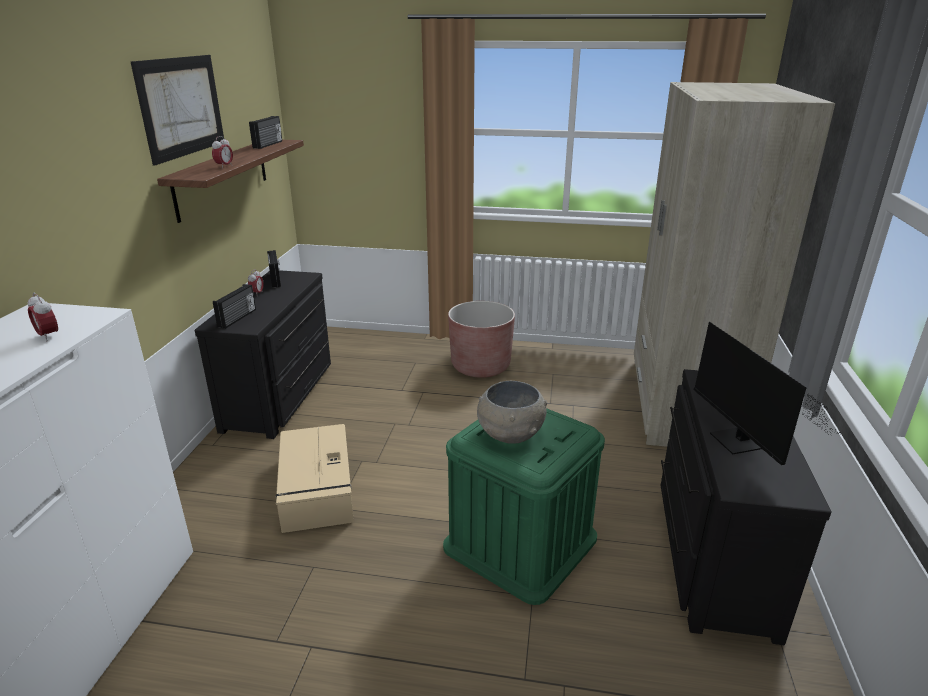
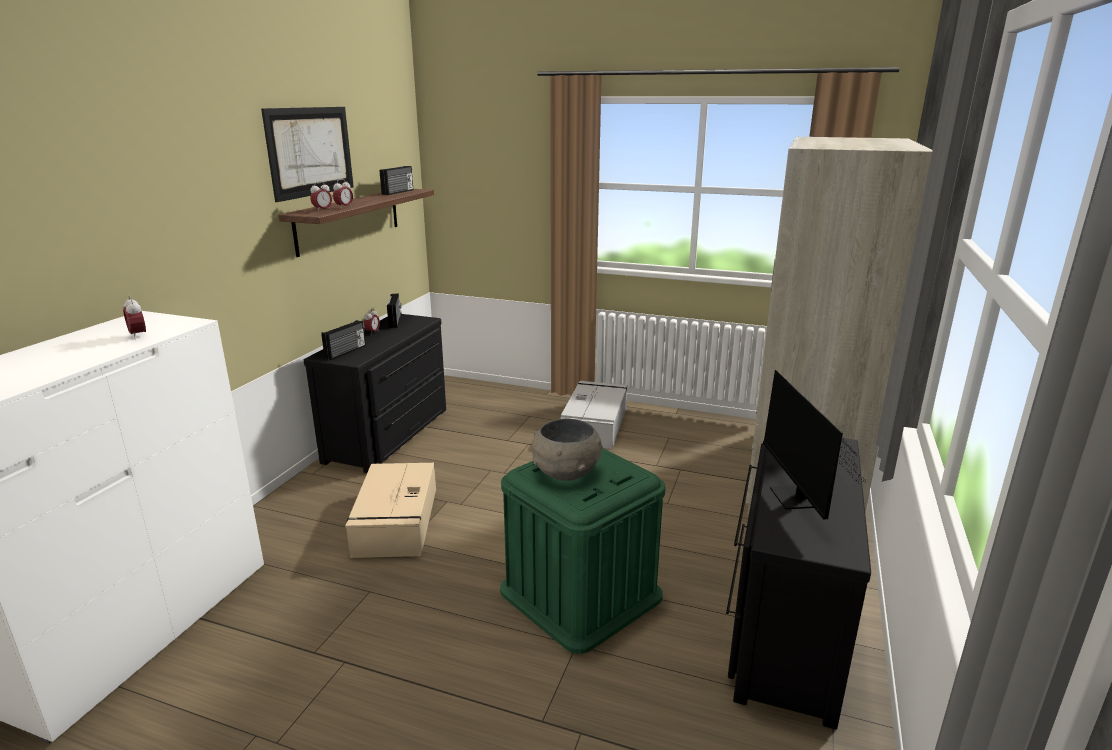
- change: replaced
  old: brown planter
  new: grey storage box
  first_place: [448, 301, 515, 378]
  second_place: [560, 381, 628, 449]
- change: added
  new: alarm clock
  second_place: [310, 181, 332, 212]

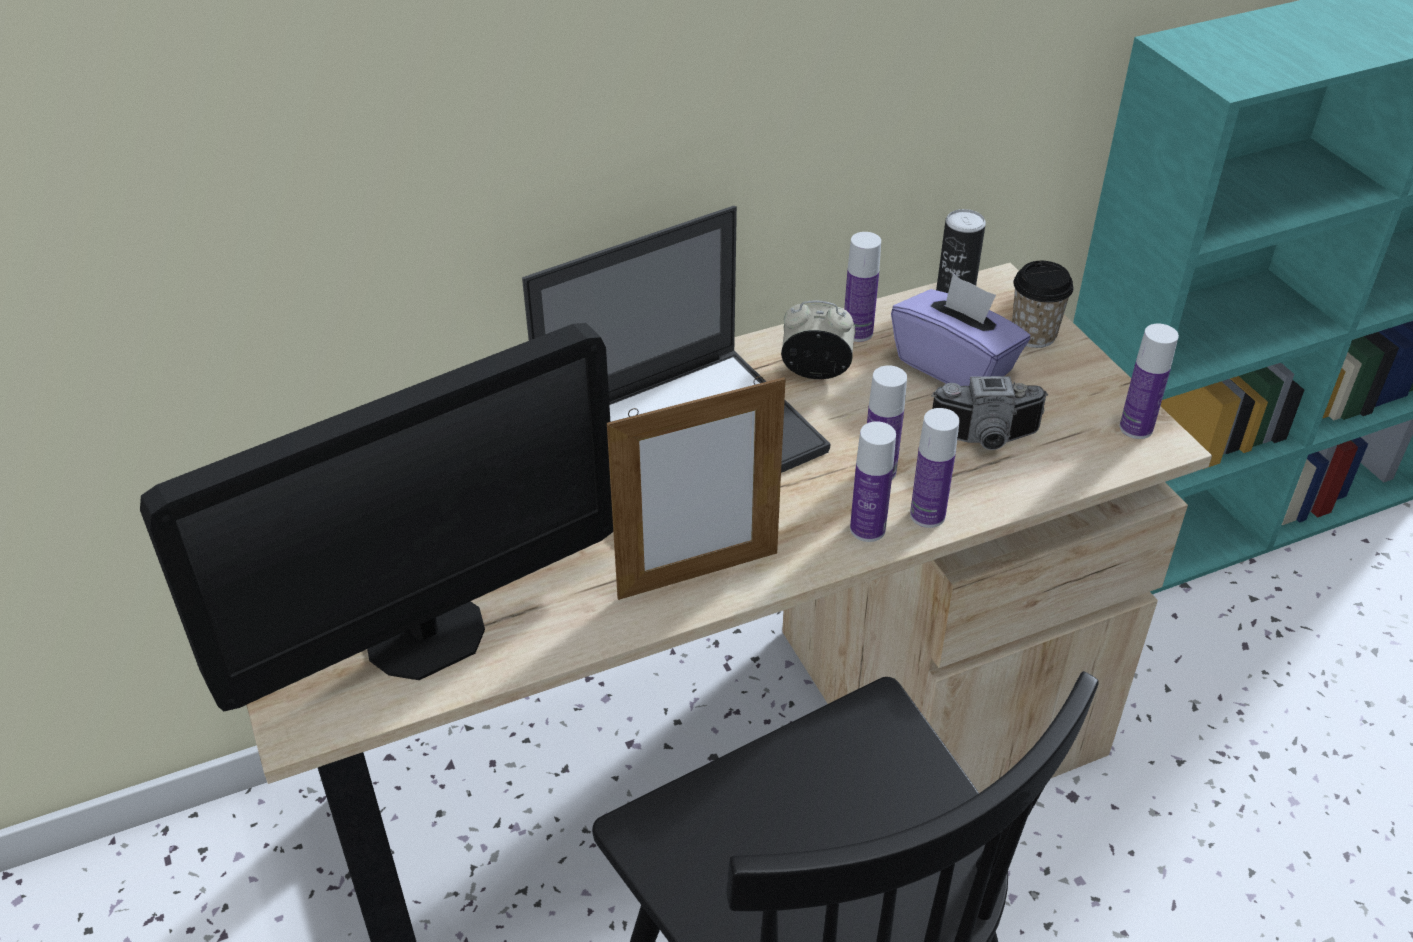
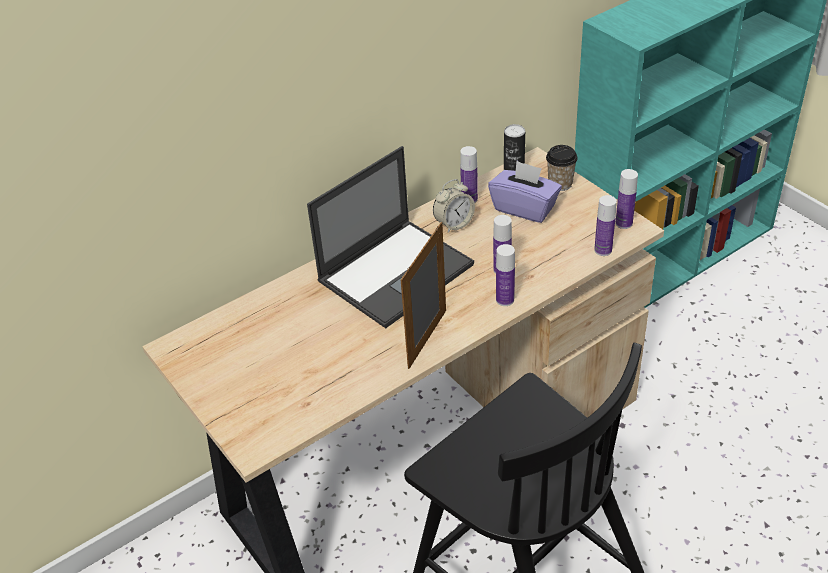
- change: turned
  old: alarm clock
  first_place: [781, 300, 856, 379]
  second_place: [433, 179, 475, 233]
  degrees: 150
- change: removed
  old: monitor
  first_place: [140, 323, 613, 711]
- change: turned
  old: picture frame
  first_place: [607, 376, 786, 600]
  second_place: [401, 222, 446, 369]
  degrees: 150
- change: removed
  old: photo camera
  first_place: [931, 376, 1048, 450]
- change: moved
  old: bottle
  first_place: [910, 408, 960, 528]
  second_place: [594, 195, 617, 256]

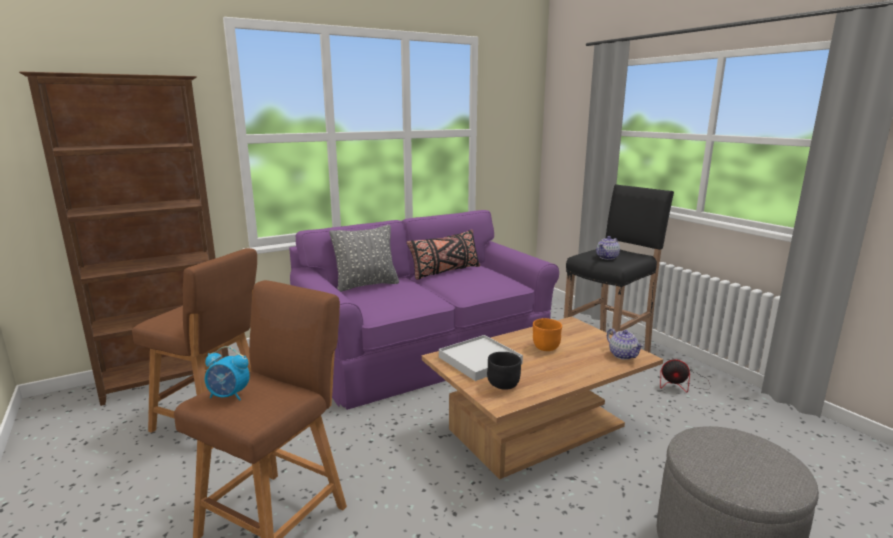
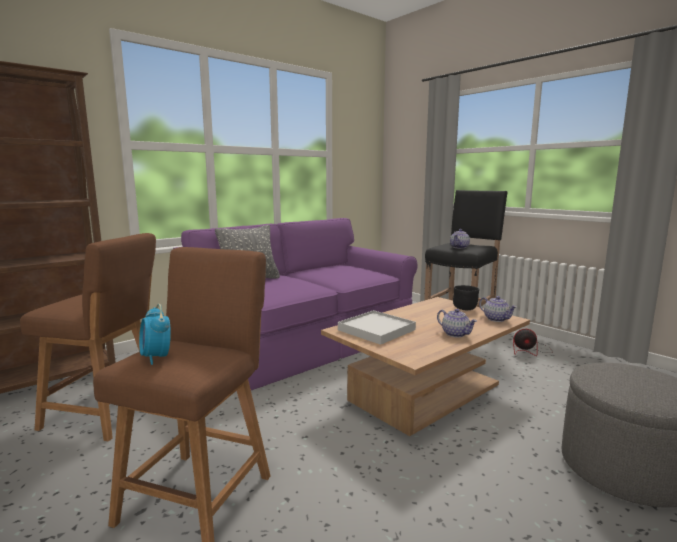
- change: removed
  old: black pillow
  first_place: [407, 229, 480, 280]
- change: removed
  old: orange bowl
  first_place: [533, 318, 562, 351]
- change: turned
  old: alarm clock
  first_place: [205, 346, 250, 401]
  second_place: [139, 304, 171, 365]
  degrees: 60
- change: moved
  old: black bowl
  first_place: [487, 352, 521, 390]
  second_place: [453, 285, 479, 310]
- change: added
  new: teapot
  second_place: [437, 309, 477, 338]

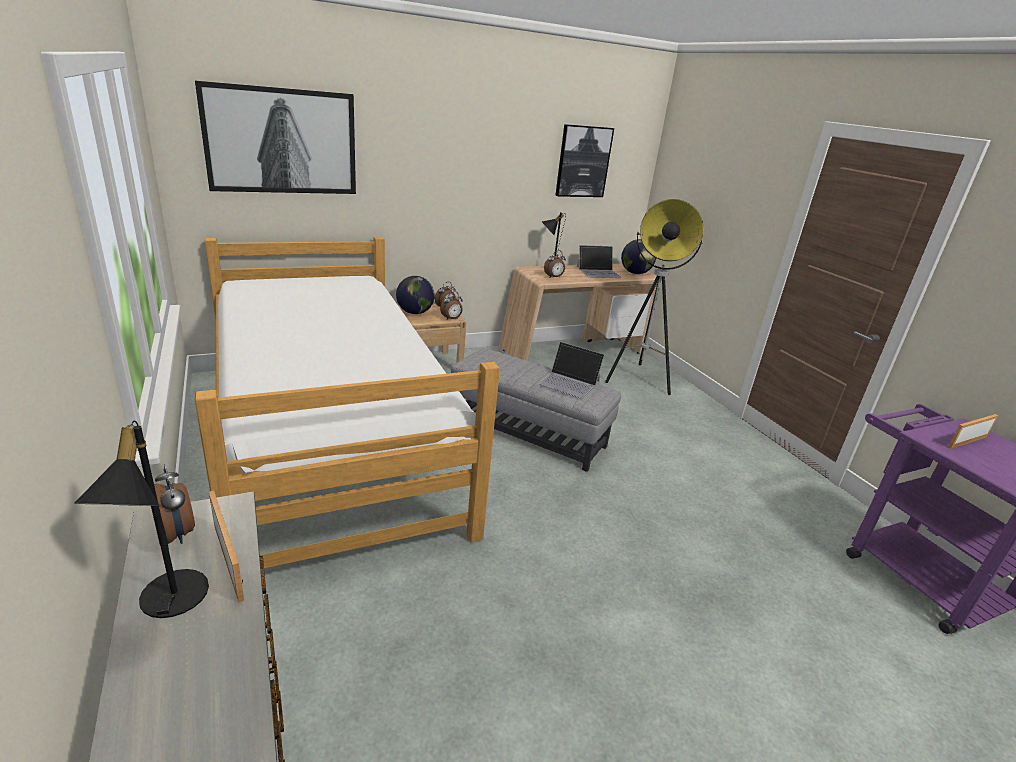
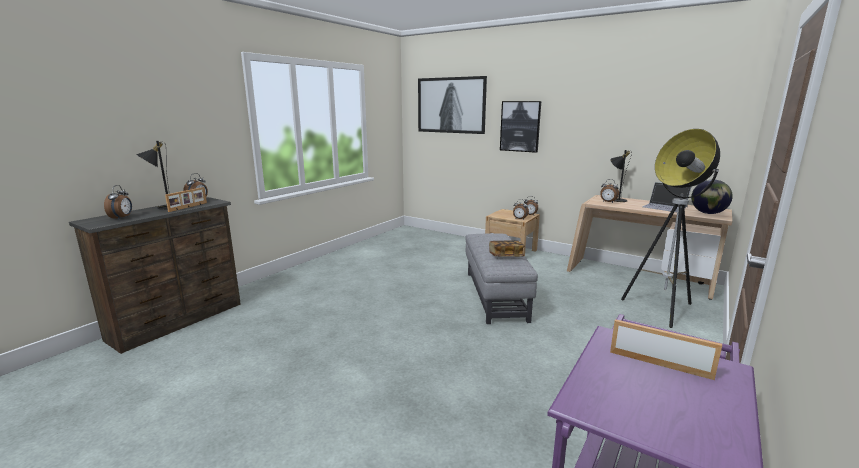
- change: moved
  old: picture
  first_place: [555, 124, 614, 197]
  second_place: [500, 101, 541, 153]
- change: removed
  old: bed
  first_place: [195, 237, 500, 568]
- change: removed
  old: globe
  first_place: [396, 276, 435, 314]
- change: replaced
  old: laptop
  new: book
  first_place: [538, 342, 605, 399]
  second_place: [489, 240, 525, 257]
- change: added
  new: alarm clock
  second_place: [104, 185, 132, 220]

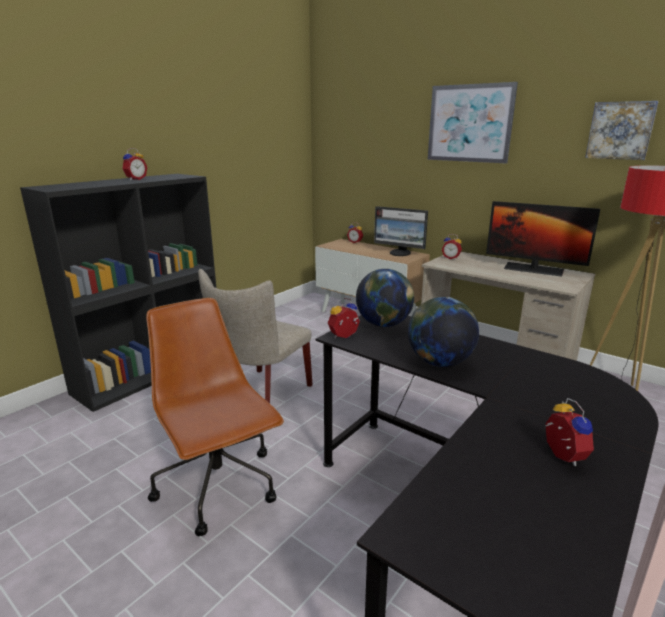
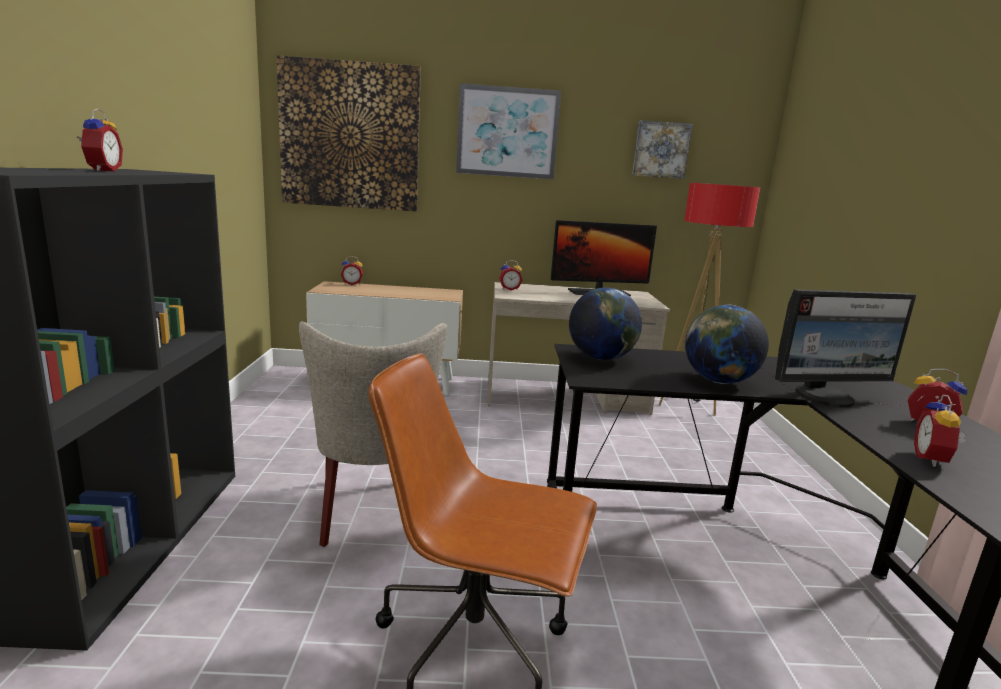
- change: moved
  old: monitor
  first_place: [374, 206, 428, 256]
  second_place: [775, 289, 916, 407]
- change: moved
  old: alarm clock
  first_place: [328, 298, 360, 338]
  second_place: [914, 395, 966, 467]
- change: added
  new: picture
  second_place: [277, 55, 421, 211]

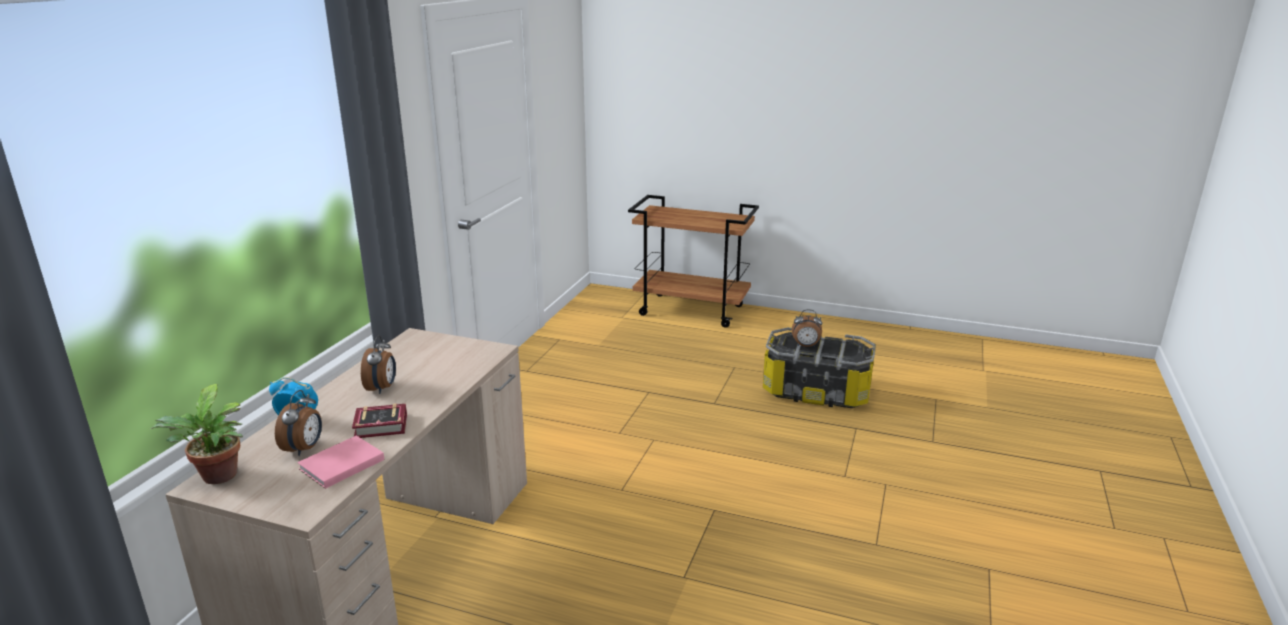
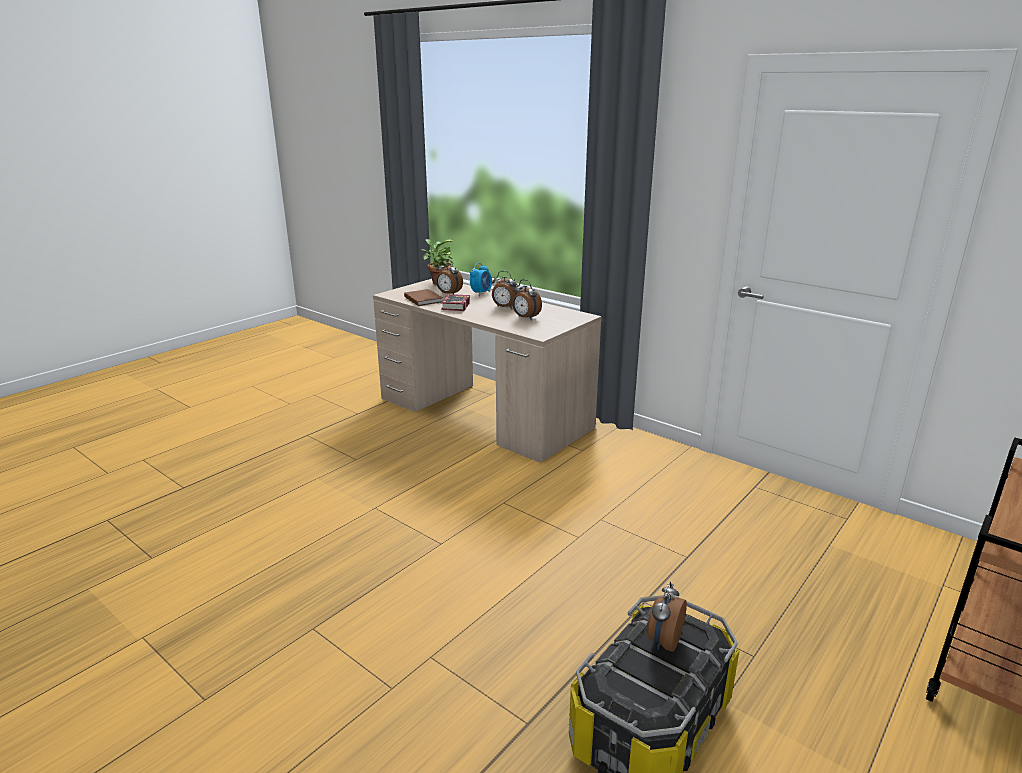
- change: recoloured
  old: pink book
  new: brown book
  first_place: [297, 436, 384, 489]
  second_place: [404, 289, 443, 306]
- change: added
  new: alarm clock
  second_place: [512, 279, 542, 319]

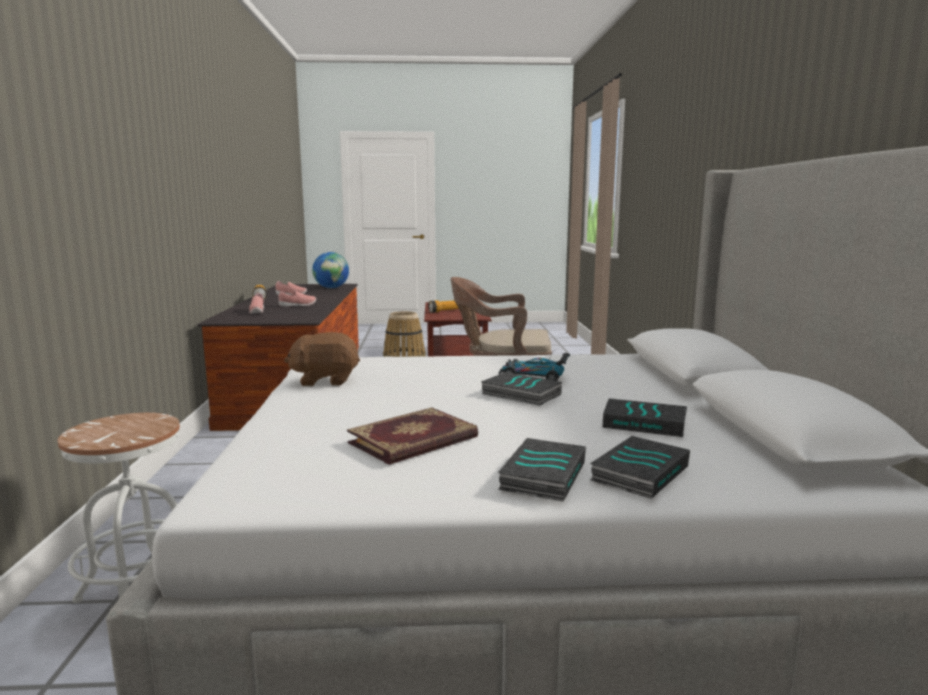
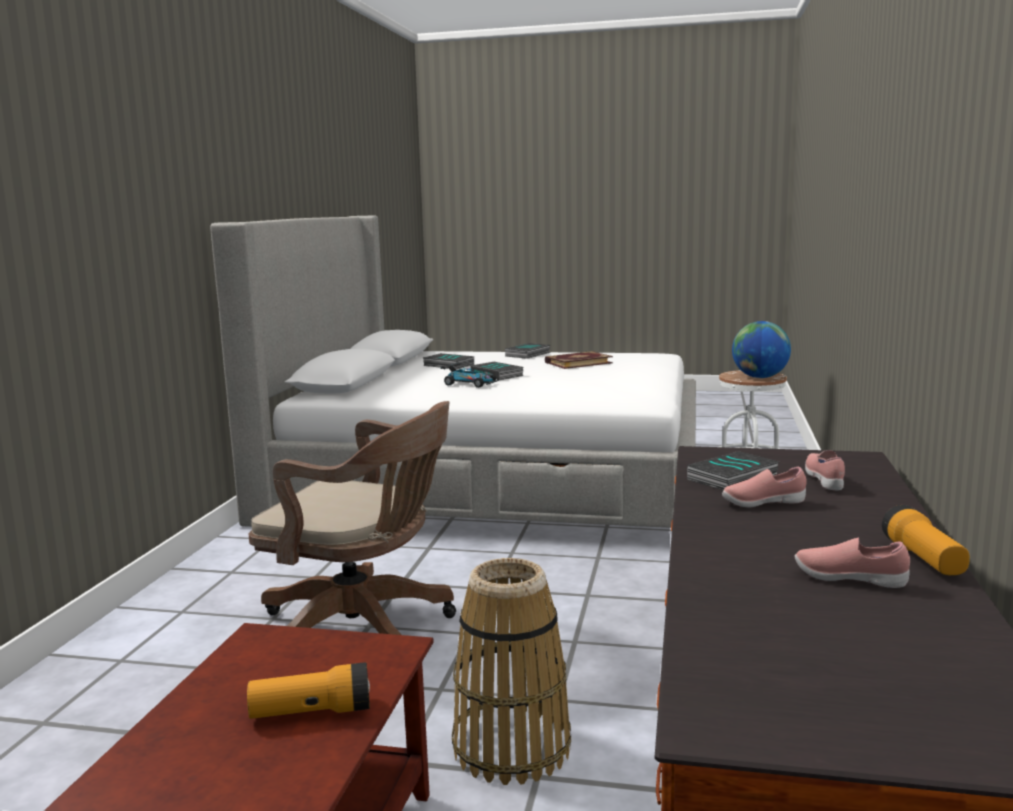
- change: moved
  old: globe
  first_place: [312, 252, 349, 288]
  second_place: [732, 321, 791, 378]
- change: removed
  old: brown plush toy
  first_place: [284, 332, 360, 386]
- change: moved
  old: book
  first_place: [590, 436, 690, 499]
  second_place: [687, 451, 779, 491]

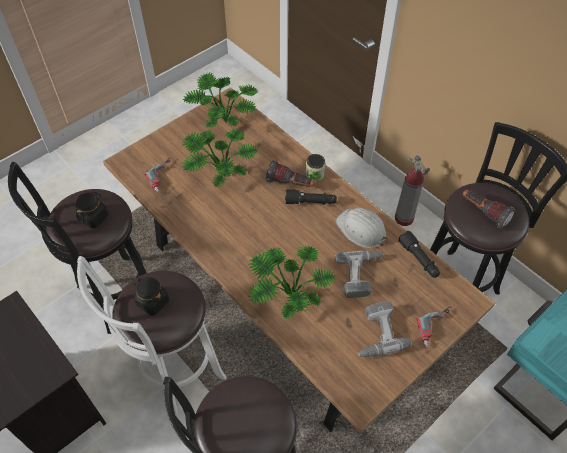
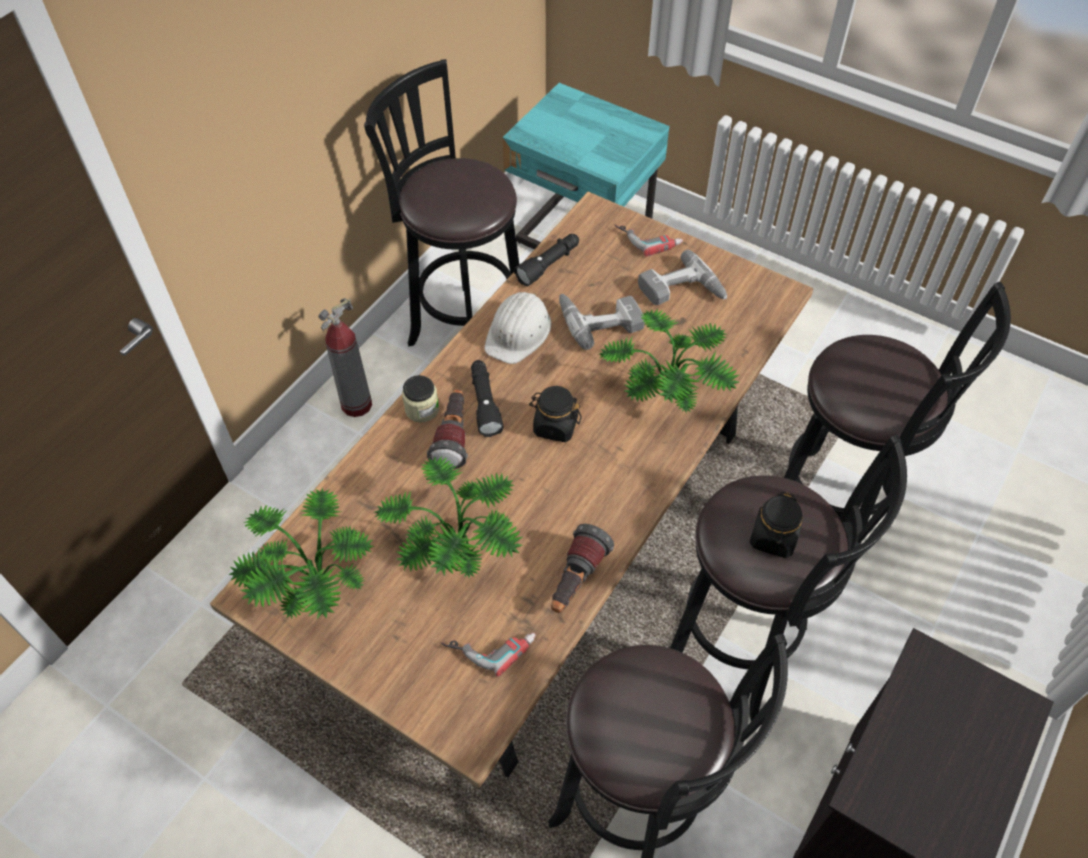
- change: moved
  old: flashlight
  first_place: [462, 190, 515, 229]
  second_place: [551, 524, 614, 613]
- change: moved
  old: black jar
  first_place: [76, 192, 108, 228]
  second_place: [529, 386, 582, 442]
- change: recoloured
  old: white stool
  new: black stool
  first_place: [77, 256, 227, 418]
  second_place: [670, 435, 907, 721]

